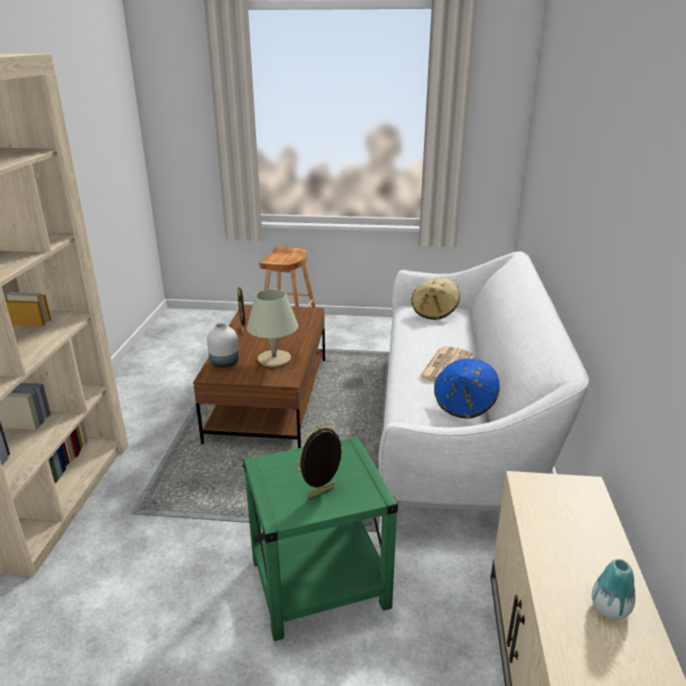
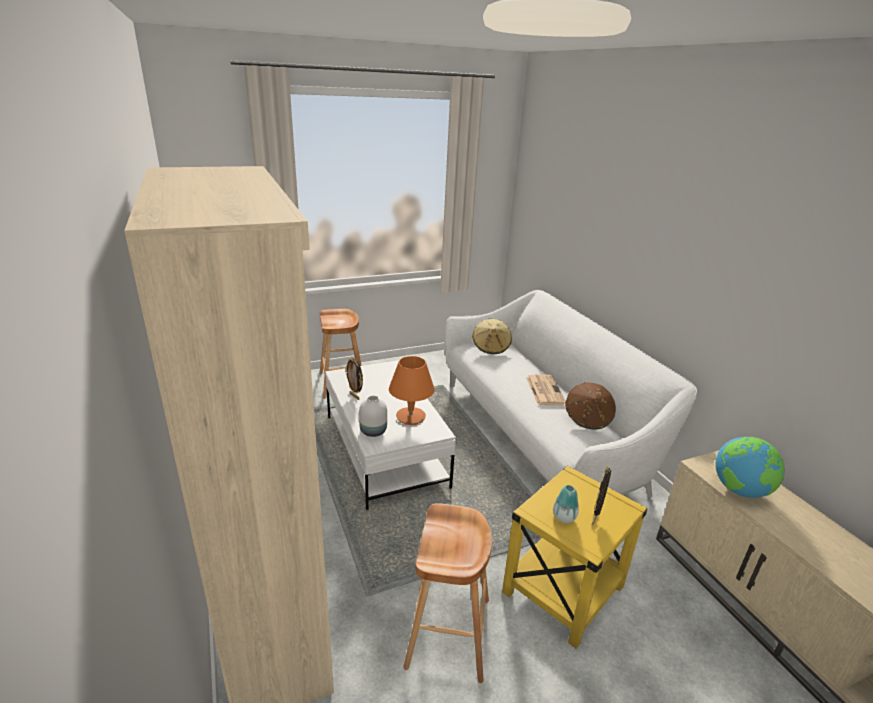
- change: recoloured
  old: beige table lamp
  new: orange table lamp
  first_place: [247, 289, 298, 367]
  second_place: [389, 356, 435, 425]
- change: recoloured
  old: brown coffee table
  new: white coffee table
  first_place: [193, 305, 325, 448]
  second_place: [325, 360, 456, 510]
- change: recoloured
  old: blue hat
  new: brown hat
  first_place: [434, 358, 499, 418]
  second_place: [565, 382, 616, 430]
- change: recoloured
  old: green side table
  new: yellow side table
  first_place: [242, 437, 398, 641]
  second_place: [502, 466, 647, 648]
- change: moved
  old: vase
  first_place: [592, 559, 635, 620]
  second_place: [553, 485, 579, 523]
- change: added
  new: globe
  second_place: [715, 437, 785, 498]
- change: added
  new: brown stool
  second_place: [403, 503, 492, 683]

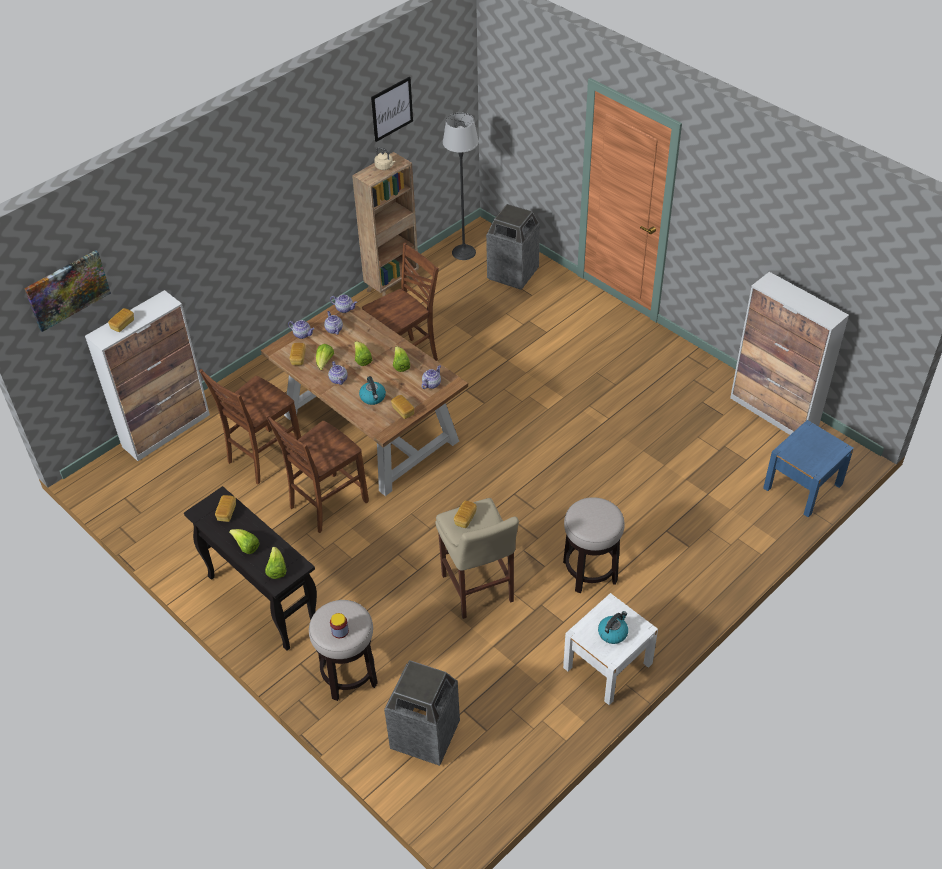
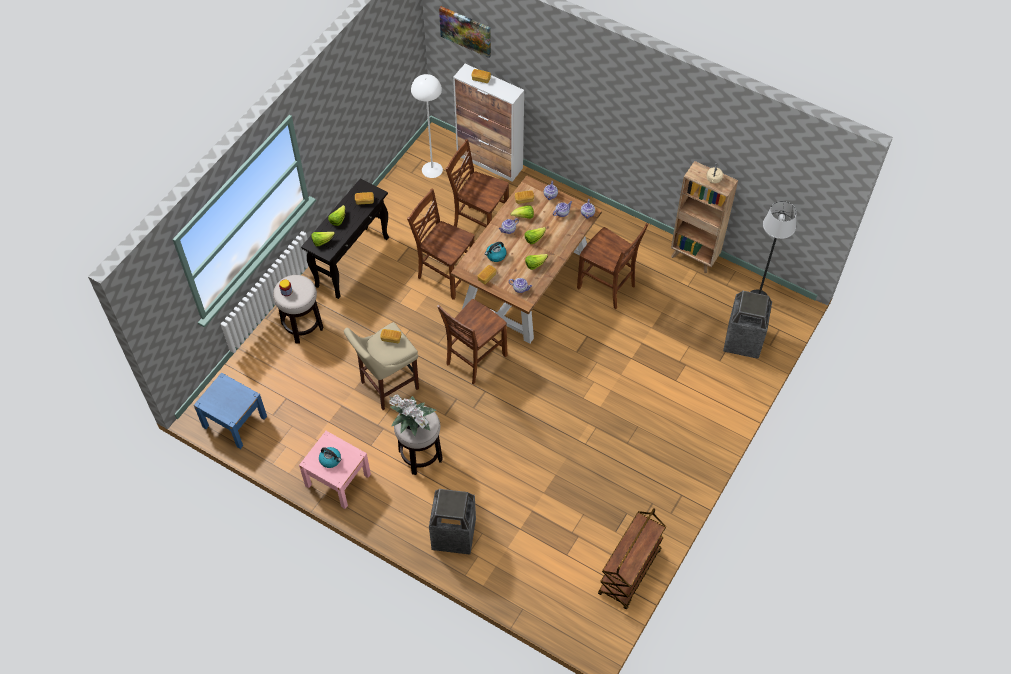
- change: removed
  old: picture
  first_place: [371, 77, 413, 142]
- change: replaced
  old: cabinet
  new: brown cart
  first_place: [730, 272, 849, 435]
  second_place: [598, 508, 666, 610]
- change: moved
  old: blue nightstand
  first_place: [763, 420, 854, 518]
  second_place: [194, 372, 267, 449]
- change: recoloured
  old: white nightstand
  new: pink nightstand
  first_place: [563, 593, 658, 705]
  second_place: [299, 431, 371, 509]
- change: moved
  old: trash can
  first_place: [384, 660, 460, 766]
  second_place: [429, 489, 476, 555]
- change: added
  new: white floor lamp
  second_place: [411, 74, 443, 178]
- change: added
  new: brown chair
  second_place: [437, 299, 507, 384]
- change: added
  new: potted plant
  second_place: [389, 394, 436, 436]

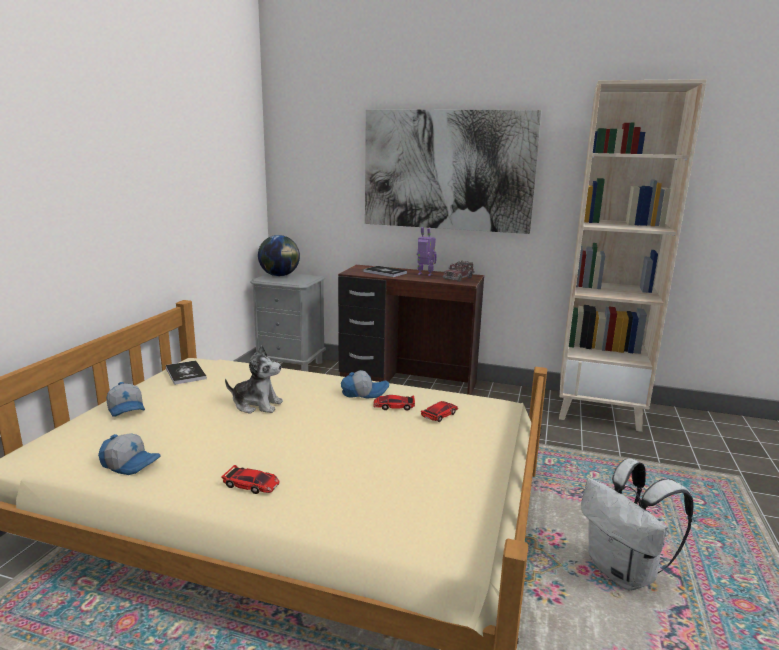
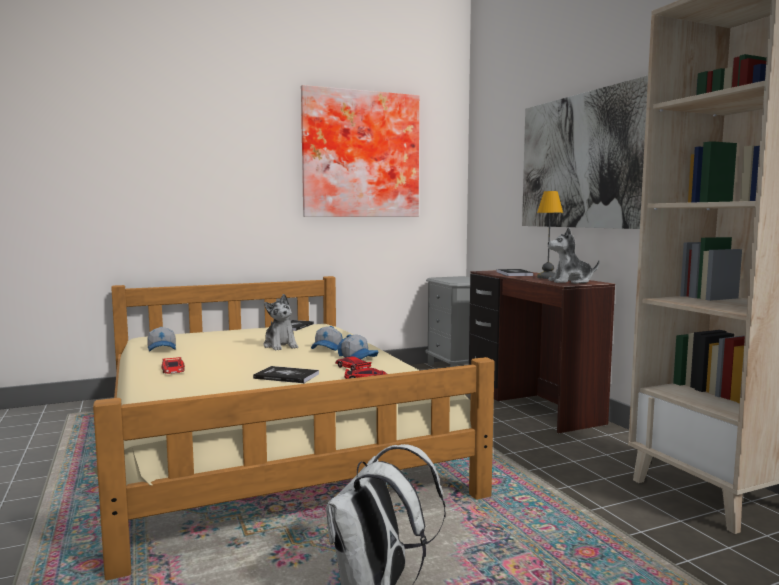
- change: replaced
  old: toy robot
  new: table lamp
  first_place: [417, 227, 436, 276]
  second_place: [537, 191, 563, 279]
- change: removed
  old: globe
  first_place: [258, 235, 300, 276]
- change: replaced
  old: toy truck
  new: plush toy
  first_place: [443, 261, 475, 282]
  second_place: [548, 227, 599, 284]
- change: moved
  old: cap
  first_place: [107, 382, 145, 417]
  second_place: [311, 326, 343, 351]
- change: added
  new: picture
  second_place: [301, 85, 419, 217]
- change: added
  new: book
  second_place: [253, 366, 319, 383]

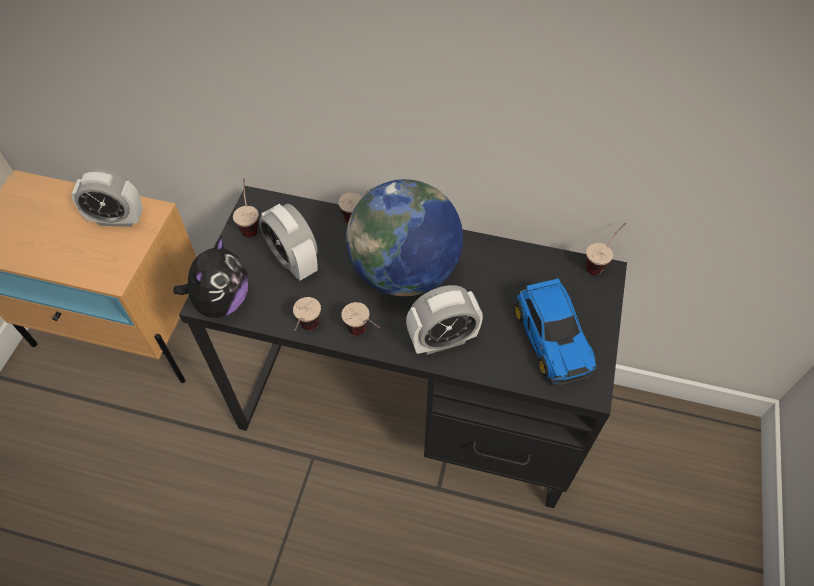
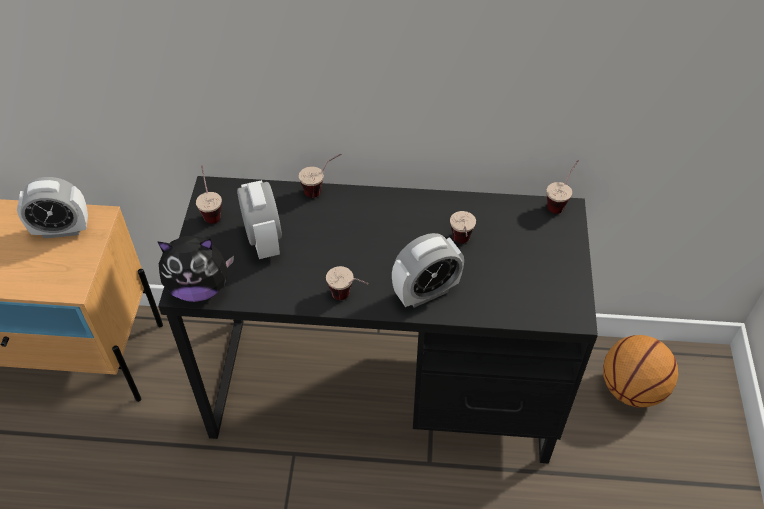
- change: removed
  old: globe
  first_place: [346, 179, 463, 296]
- change: turned
  old: alarm clock
  first_place: [259, 204, 318, 281]
  second_place: [237, 180, 282, 259]
  degrees: -150
- change: turned
  old: plush toy
  first_place: [173, 235, 248, 318]
  second_place: [158, 236, 234, 302]
  degrees: 75
- change: removed
  old: toy car
  first_place: [515, 278, 597, 386]
- change: moved
  old: cup
  first_place: [293, 297, 321, 331]
  second_place: [450, 211, 476, 243]
- change: added
  new: basketball
  second_place: [603, 335, 678, 407]

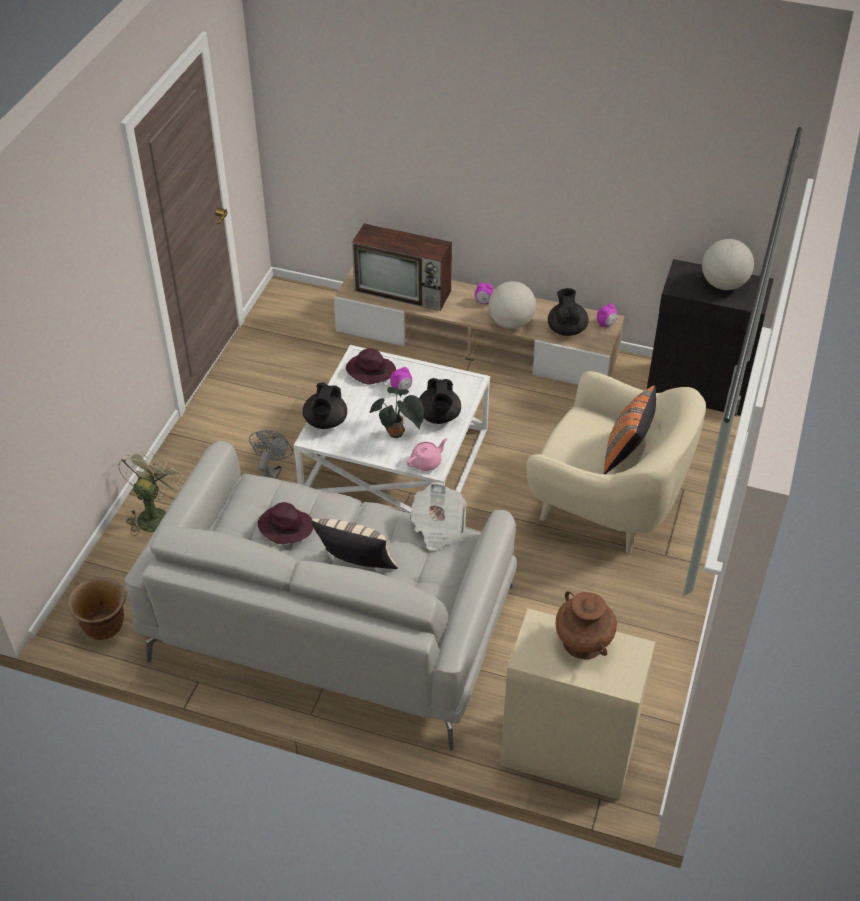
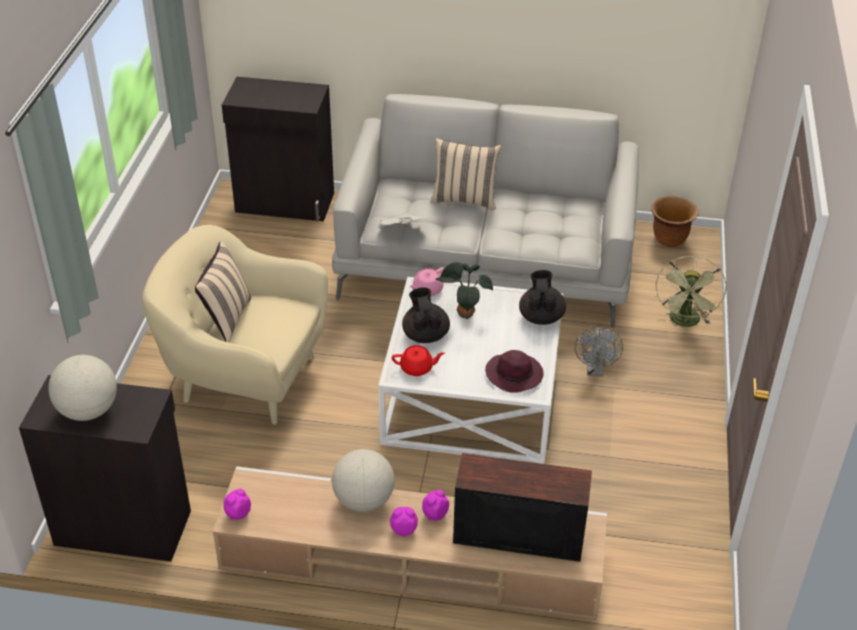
- change: removed
  old: black teapot
  first_place: [548, 288, 589, 336]
- change: moved
  old: alarm clock
  first_place: [390, 367, 412, 390]
  second_place: [422, 490, 449, 521]
- change: recoloured
  old: orange pillow
  new: beige pillow
  first_place: [604, 385, 656, 474]
  second_place: [195, 241, 252, 343]
- change: removed
  old: purple hat
  first_place: [258, 502, 314, 544]
- change: removed
  old: brown vase
  first_place: [556, 591, 617, 659]
- change: recoloured
  old: beige cabinet
  new: black cabinet
  first_place: [500, 608, 655, 800]
  second_place: [222, 77, 334, 222]
- change: added
  new: red teapot
  second_place: [392, 345, 445, 376]

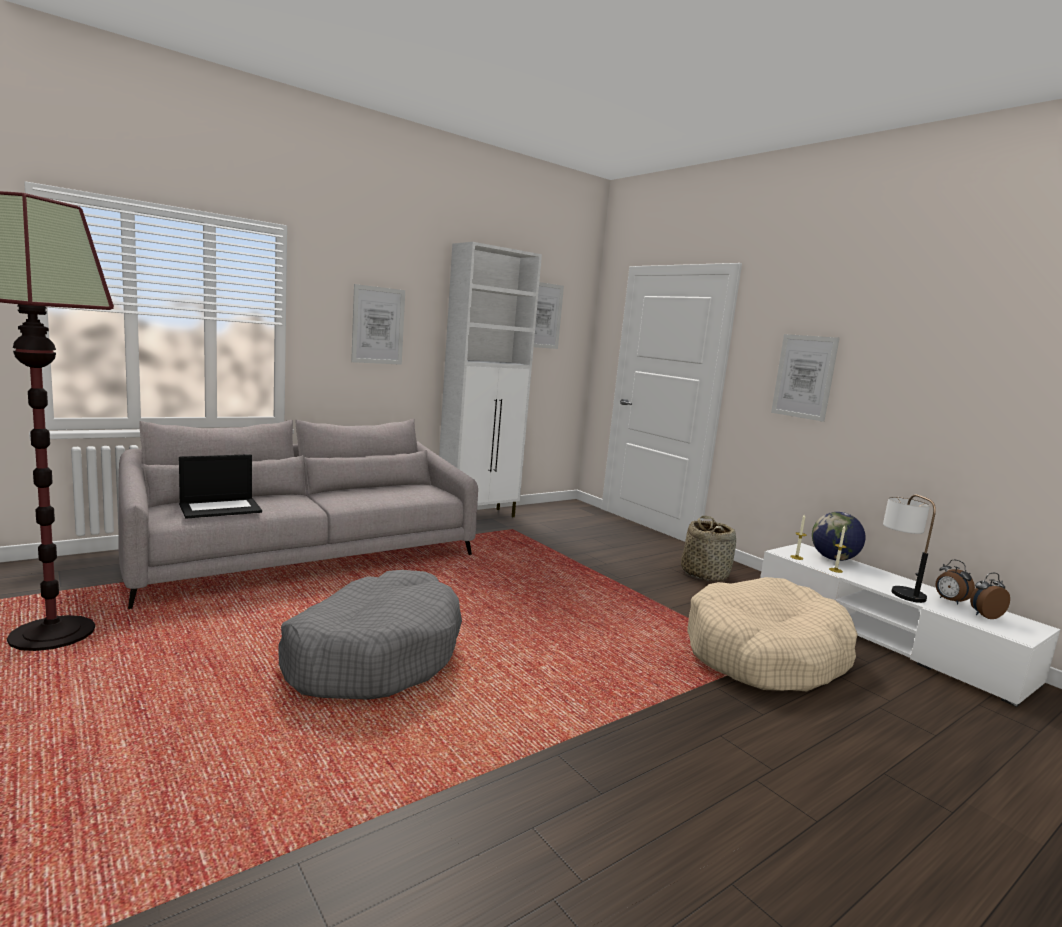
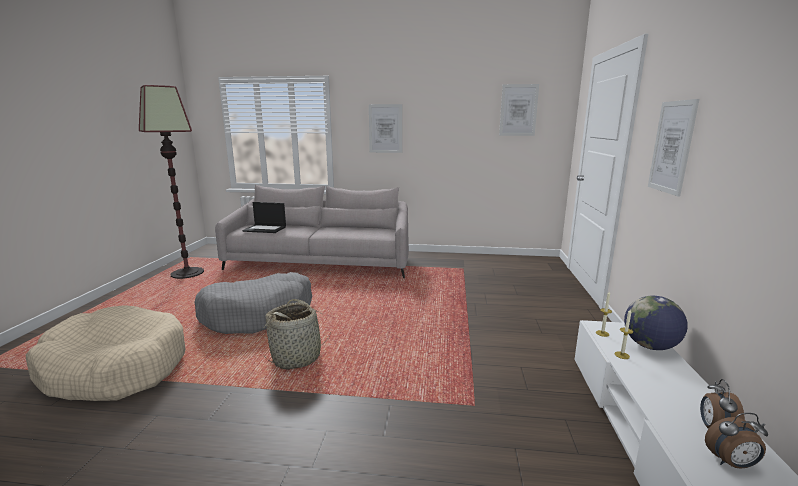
- change: removed
  old: white cabinet
  first_place: [439, 242, 542, 517]
- change: removed
  old: table lamp
  first_place: [883, 494, 936, 603]
- change: moved
  old: basket
  first_place: [681, 516, 736, 582]
  second_place: [263, 299, 331, 370]
- change: turned
  old: alarm clock
  first_place: [970, 573, 1010, 619]
  second_place: [705, 413, 768, 469]
  degrees: 150
- change: moved
  old: beige dog bed
  first_place: [687, 577, 858, 691]
  second_place: [26, 305, 185, 401]

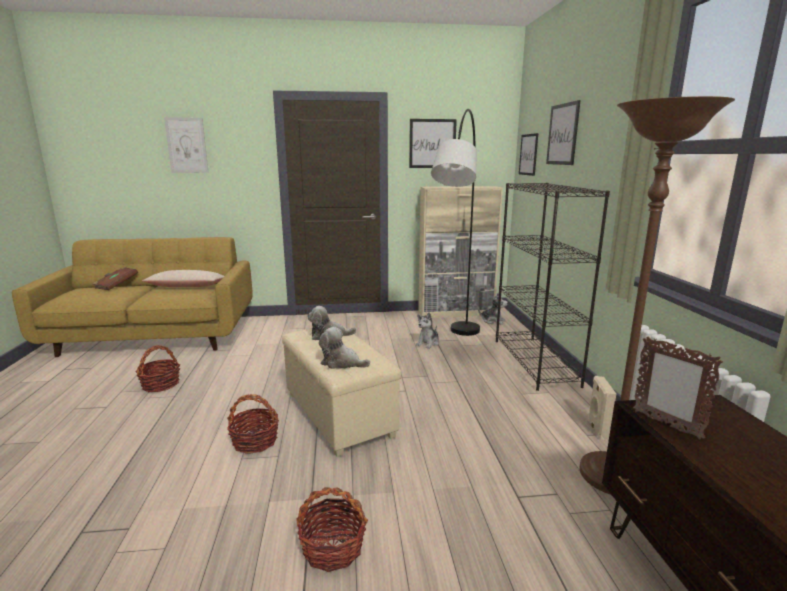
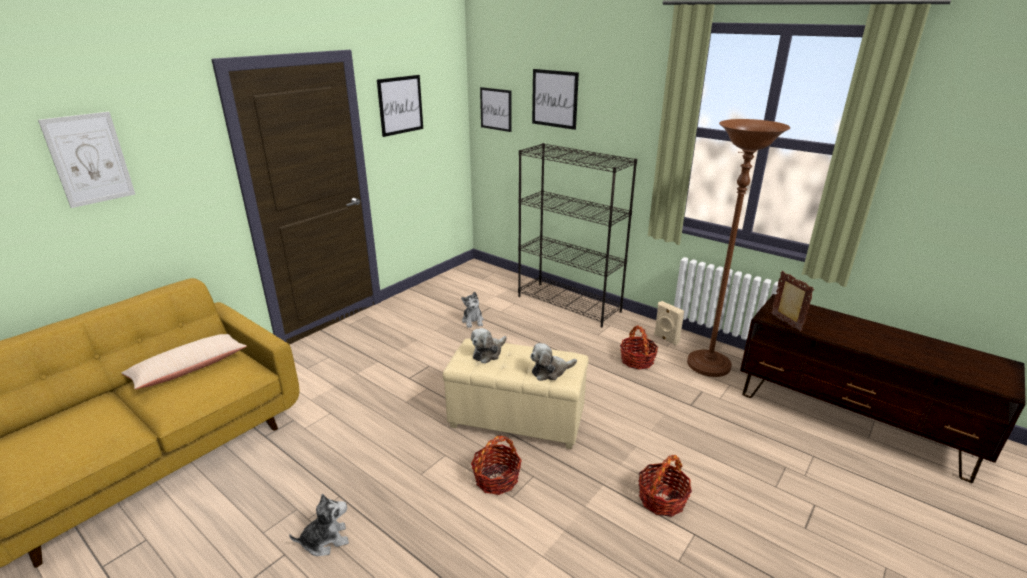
- change: removed
  old: grey floor lamp
  first_place: [431, 109, 480, 336]
- change: removed
  old: beige cabinet
  first_place: [418, 186, 503, 318]
- change: removed
  old: brown book
  first_place: [92, 267, 138, 290]
- change: moved
  old: plush toy
  first_place: [478, 292, 508, 325]
  second_place: [289, 493, 349, 556]
- change: turned
  old: picture frame
  first_place: [633, 337, 723, 440]
  second_place: [771, 271, 814, 332]
  degrees: -120
- change: moved
  old: basket
  first_place: [135, 345, 180, 392]
  second_place: [620, 325, 658, 370]

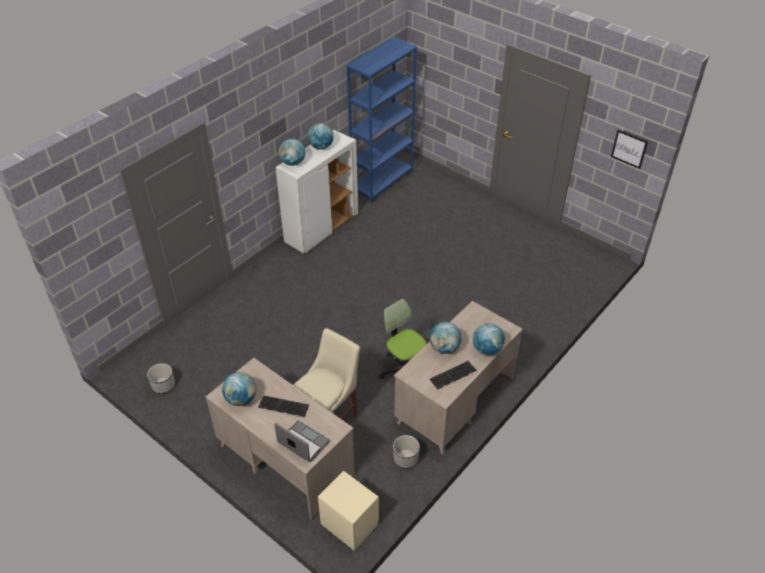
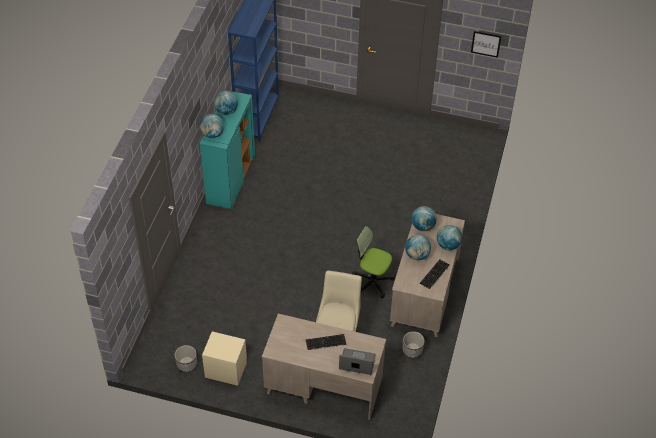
- change: recoloured
  old: white cabinet
  new: turquoise cabinet
  first_place: [275, 130, 358, 254]
  second_place: [200, 91, 255, 209]
- change: moved
  old: globe
  first_place: [222, 372, 257, 406]
  second_place: [411, 206, 437, 231]
- change: moved
  old: beige nightstand
  first_place: [318, 471, 379, 551]
  second_place: [202, 331, 247, 386]

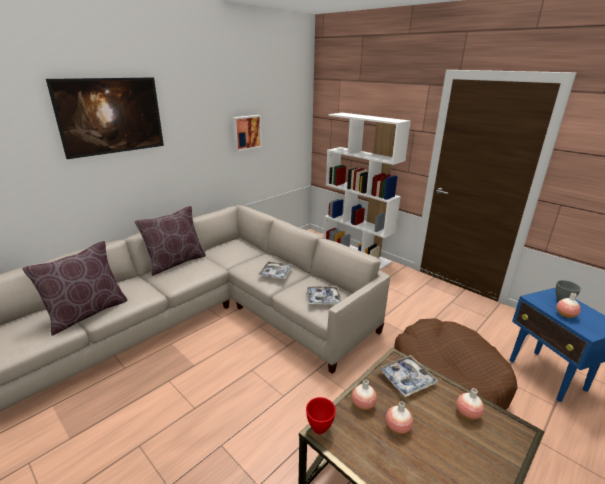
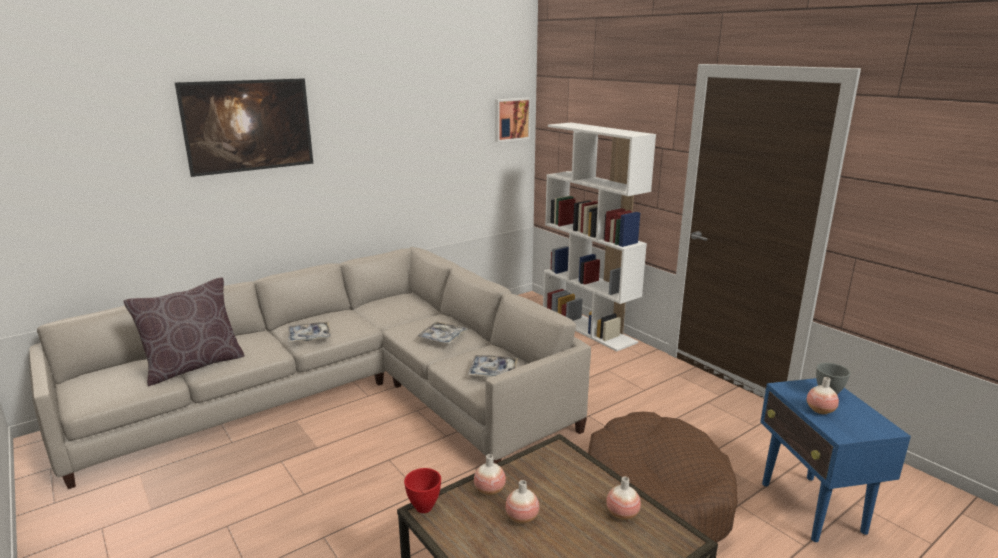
- change: moved
  old: picture
  first_place: [233, 115, 262, 151]
  second_place: [495, 98, 531, 142]
- change: removed
  old: brown pillow
  first_place: [135, 206, 206, 276]
- change: moved
  old: tray
  first_place: [378, 355, 438, 397]
  second_place: [288, 321, 331, 342]

